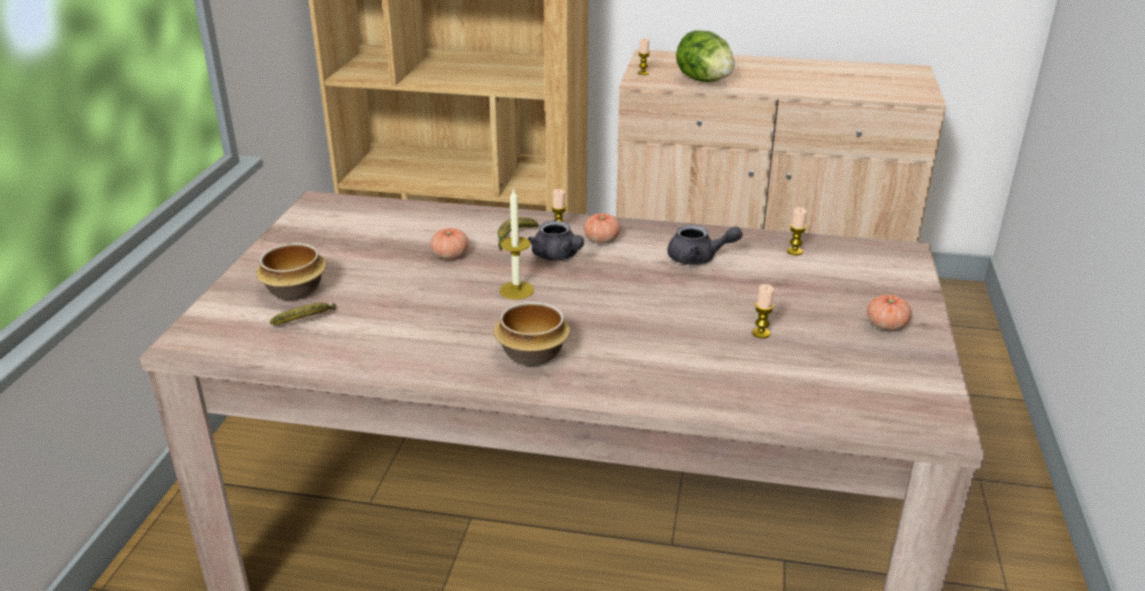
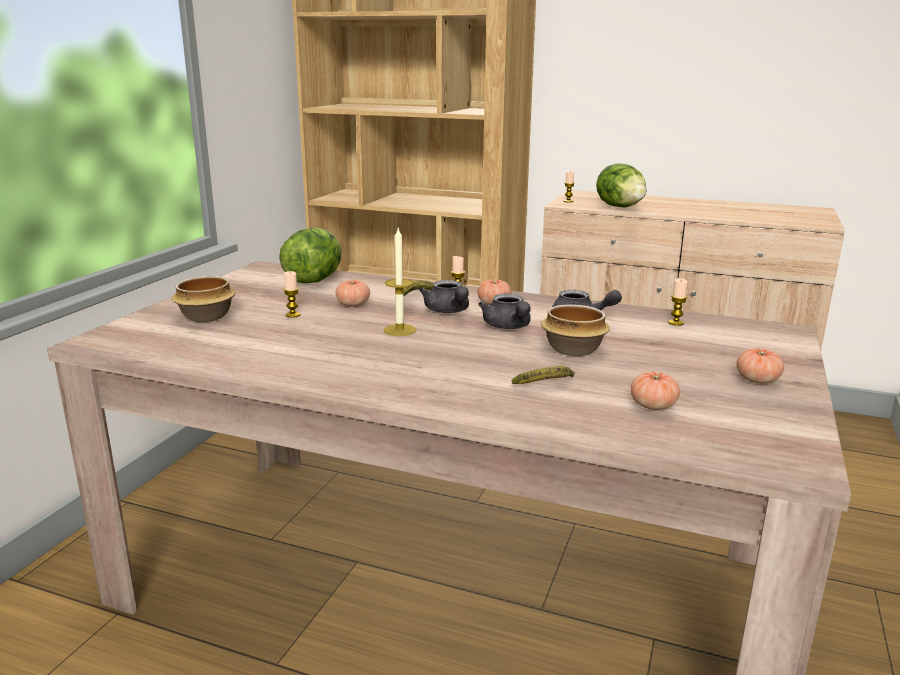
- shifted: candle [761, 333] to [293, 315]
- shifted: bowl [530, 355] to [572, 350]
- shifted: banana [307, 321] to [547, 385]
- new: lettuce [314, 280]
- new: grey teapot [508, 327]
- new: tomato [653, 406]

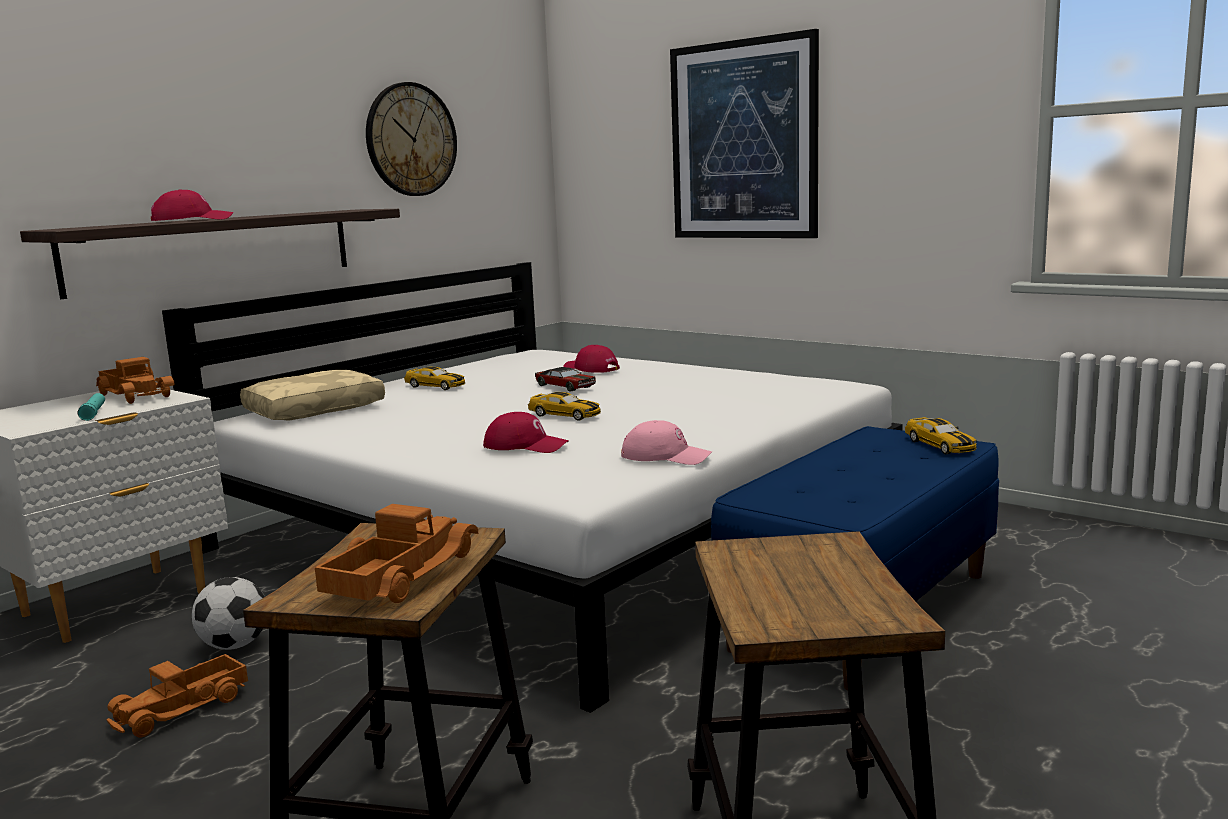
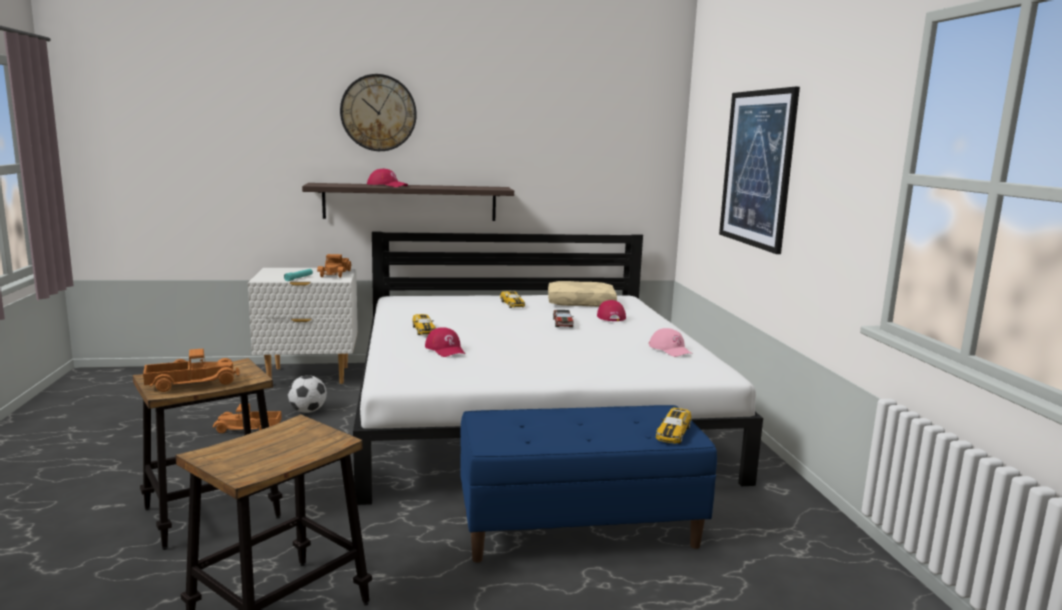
- shifted: wall clock [411, 140] to [378, 113]
- shifted: beige pillow [315, 410] to [581, 302]
- shifted: toy car [565, 415] to [423, 330]
- shifted: pink cap [666, 456] to [670, 349]

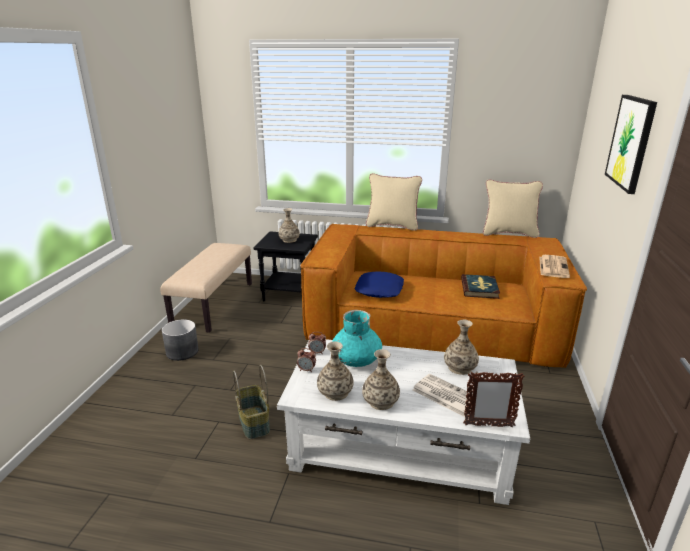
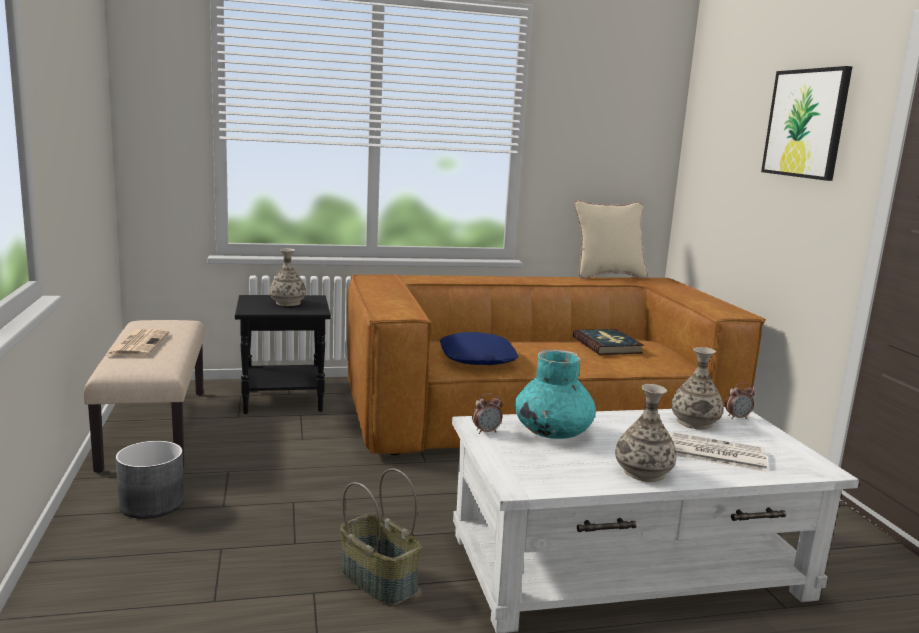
- gone: beige pillow [392, 226]
- shifted: newspaper [553, 266] to [138, 344]
- gone: vase [335, 392]
- shifted: alarm clock [306, 370] to [737, 417]
- gone: picture frame [488, 425]

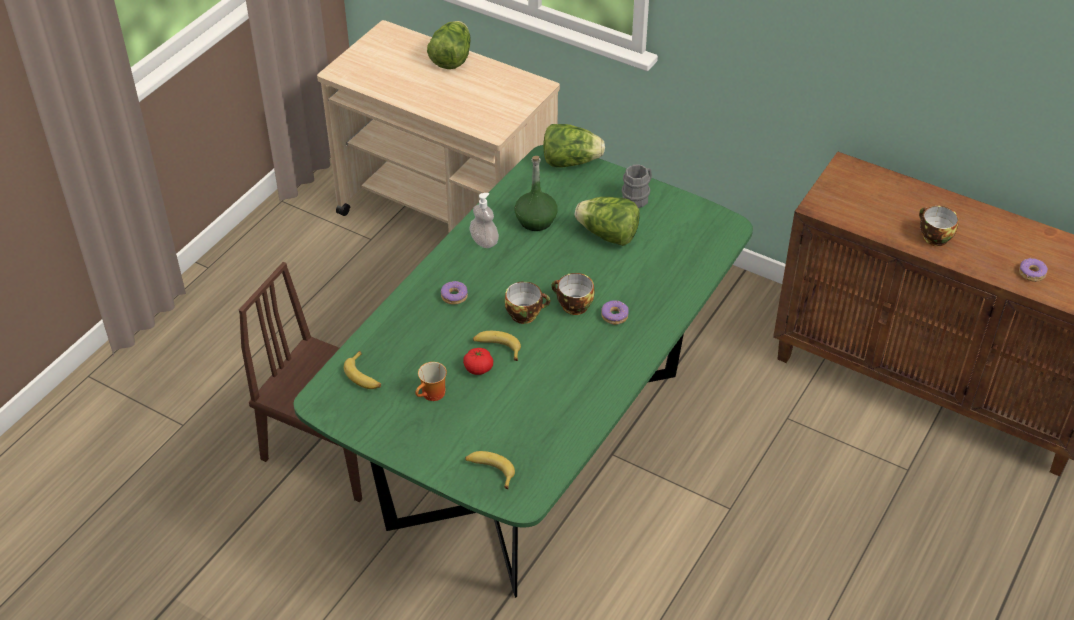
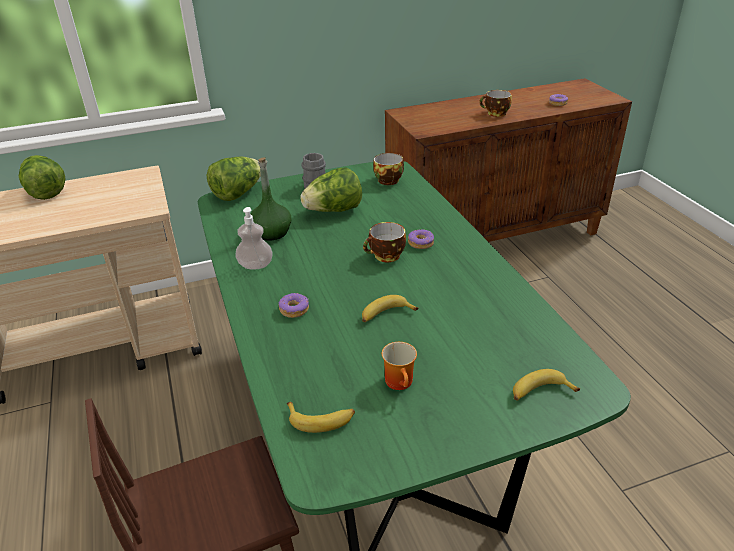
- shifted: cup [525, 313] to [388, 179]
- gone: tomato [478, 368]

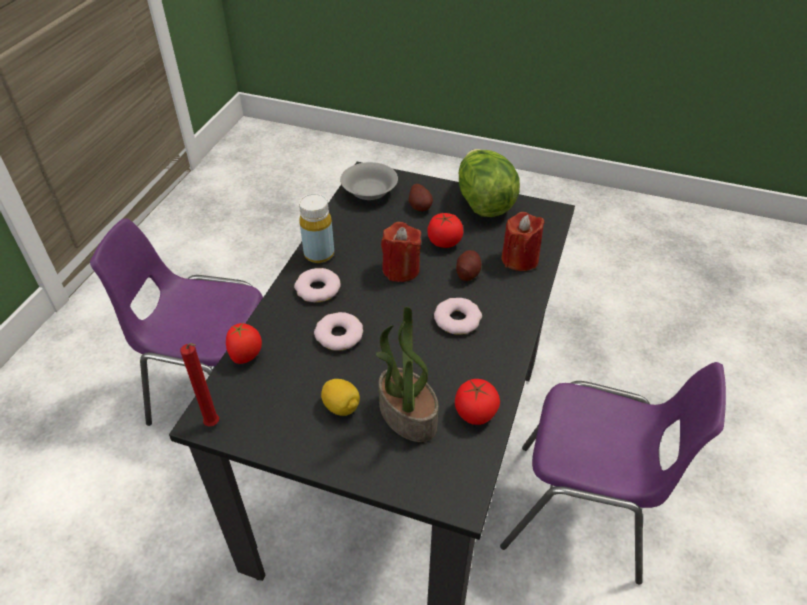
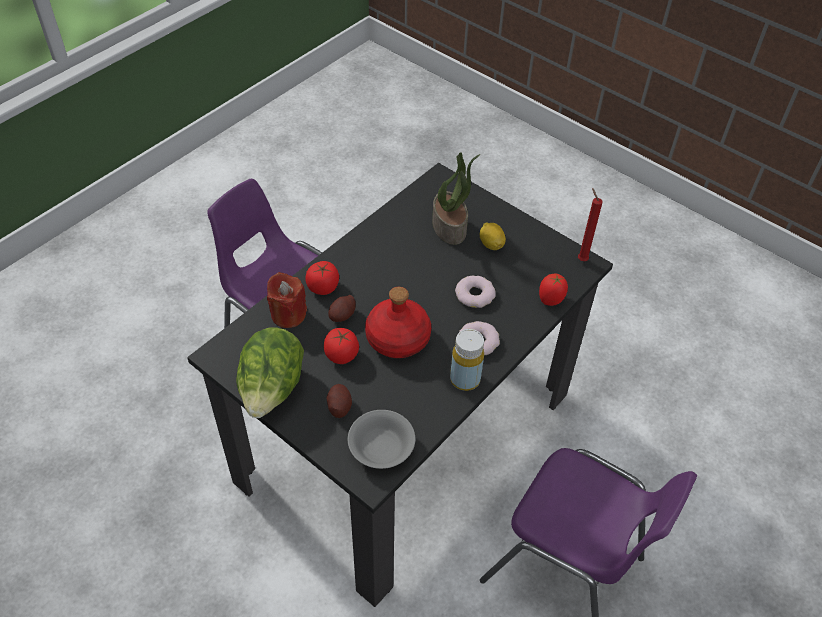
- swapped: red candle [401, 269] to red bottle [397, 338]
- gone: donut [457, 319]
- shifted: tomato [475, 413] to [323, 287]

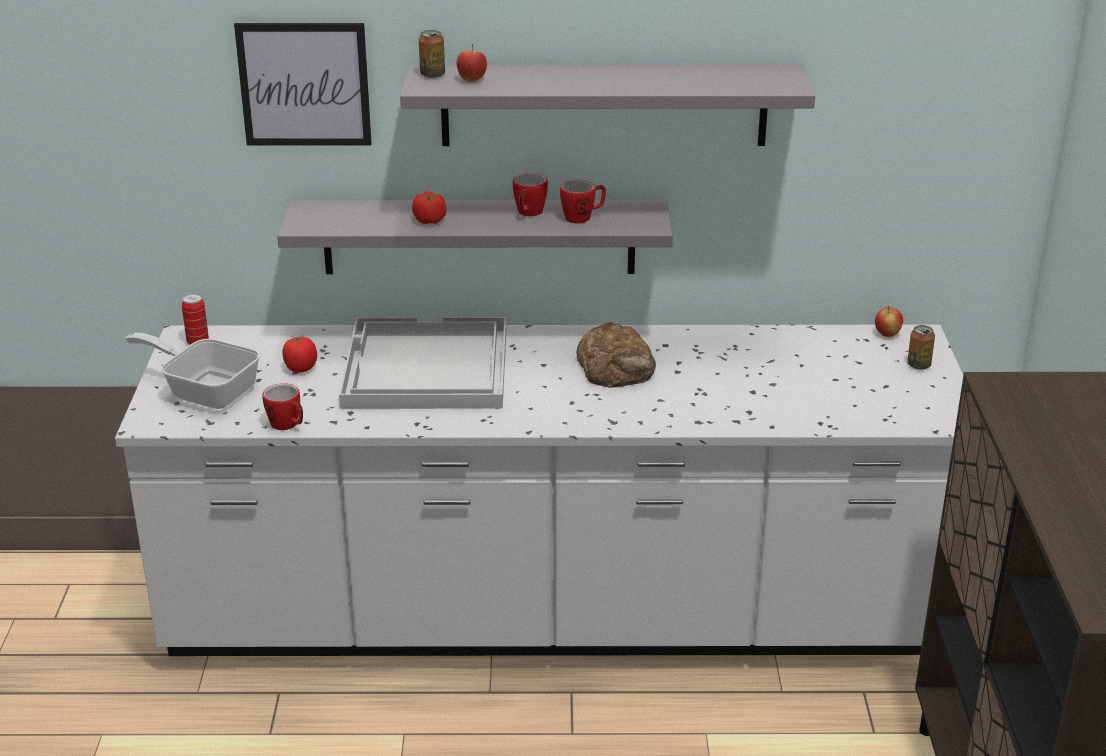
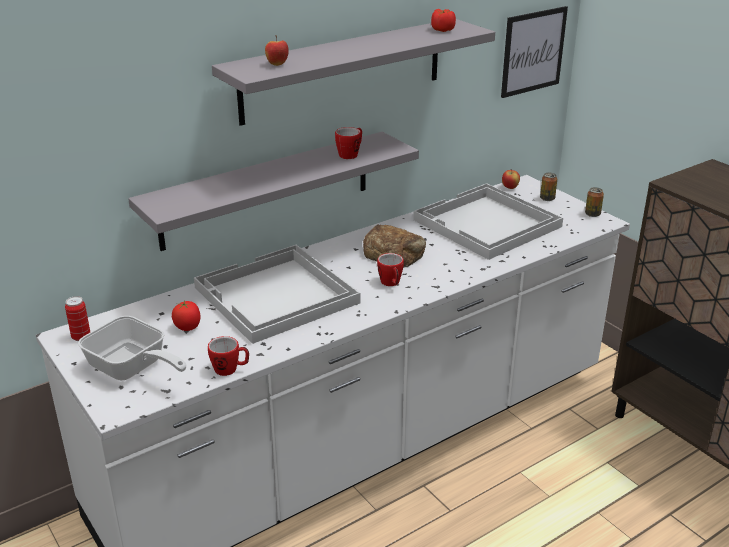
- shifted: picture [304, 84] to [533, 51]
- shifted: can [432, 75] to [592, 214]
- shifted: mug [528, 213] to [391, 284]
- shifted: tomato [429, 220] to [442, 30]
- rotated: frying pan [205, 390] = [132, 369] 135 degrees counterclockwise
- new: white tray [487, 224]

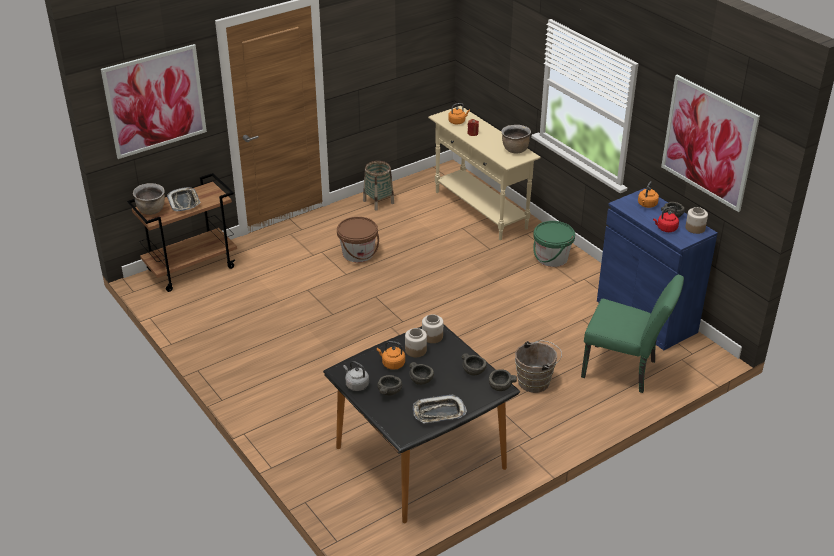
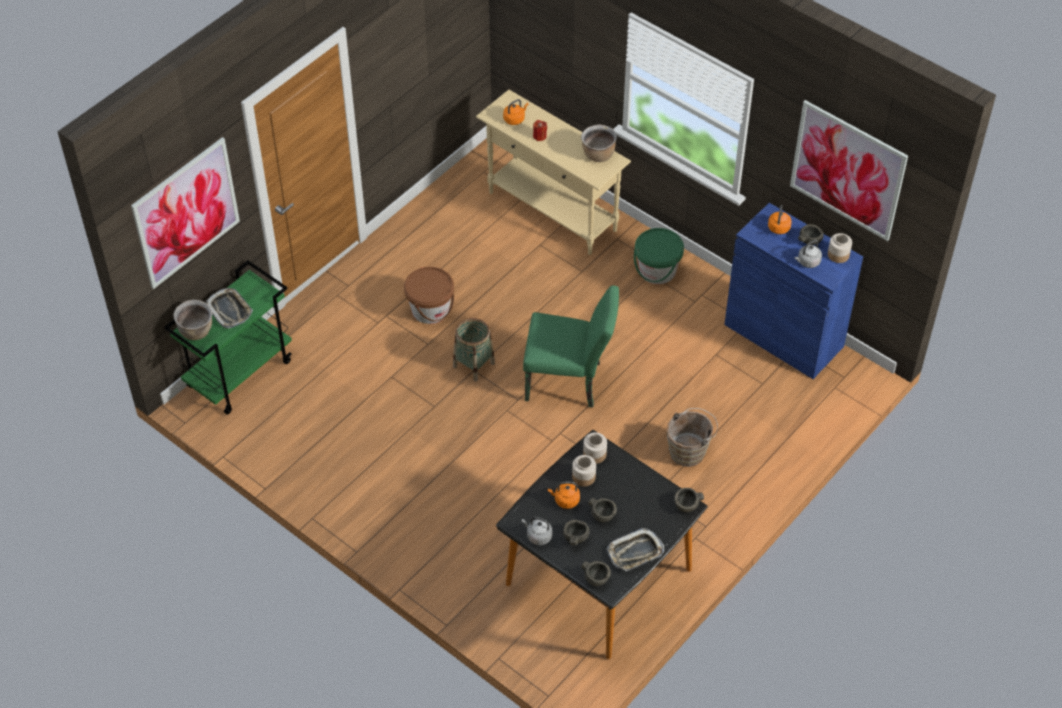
- shifted: basket [378, 202] to [473, 365]
- repainted: brown cart [192, 268] to green cart [240, 373]
- repainted: red kettle [665, 229] to grey kettle [807, 262]
- shifted: green chair [625, 370] to [569, 382]
- shifted: grey bowl [474, 371] to [597, 578]

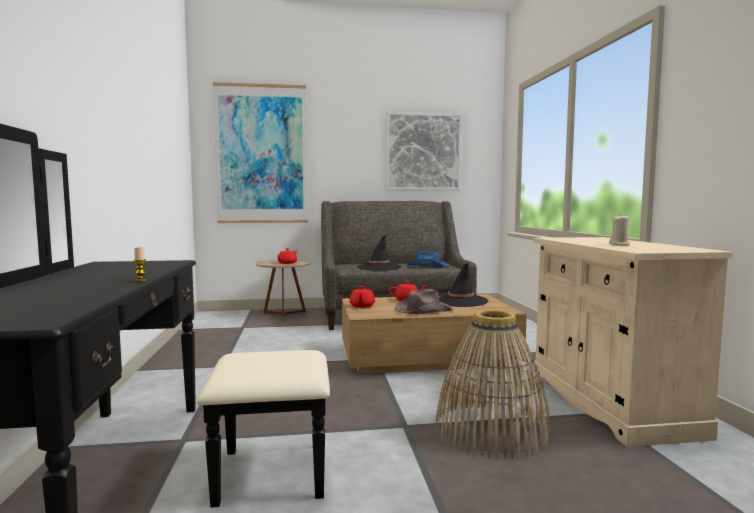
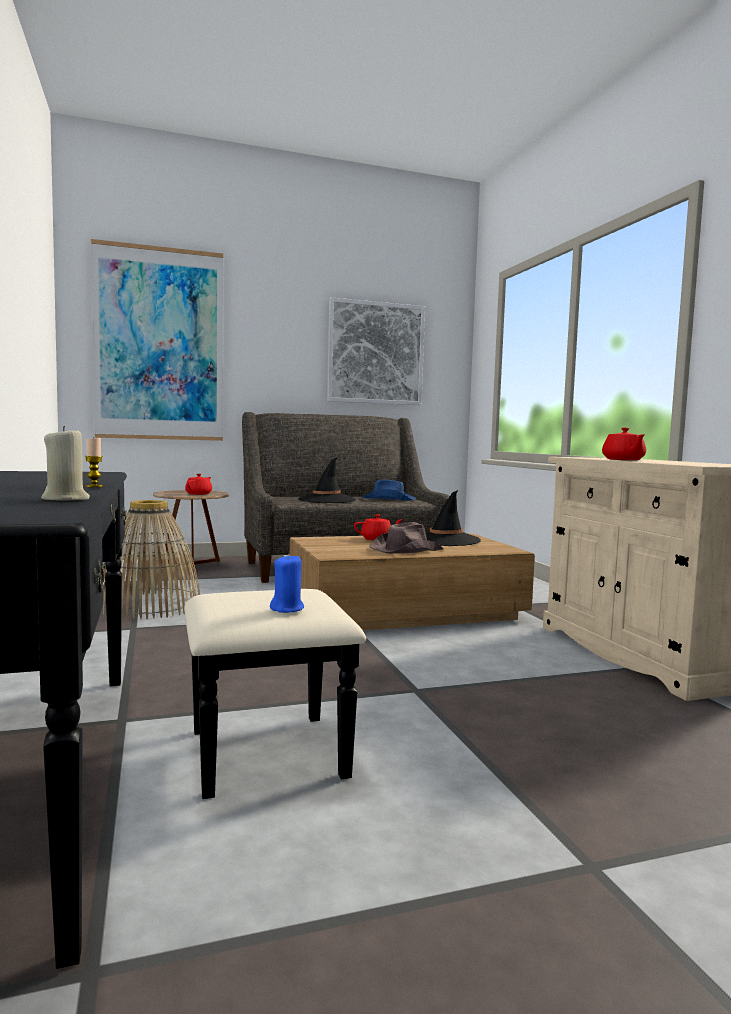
- shifted: beige candle [619, 244] to [66, 499]
- shifted: red teapot [362, 306] to [623, 460]
- shifted: basket [491, 430] to [150, 605]
- new: blue candle [287, 609]

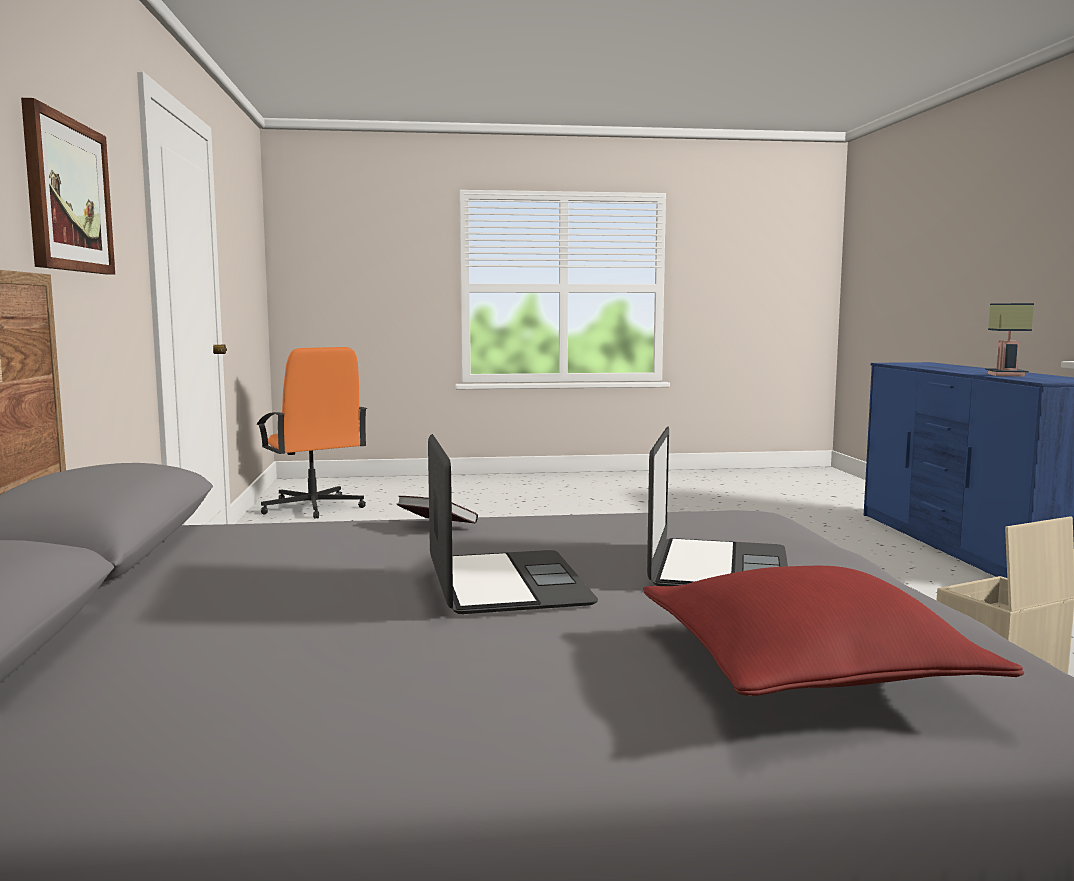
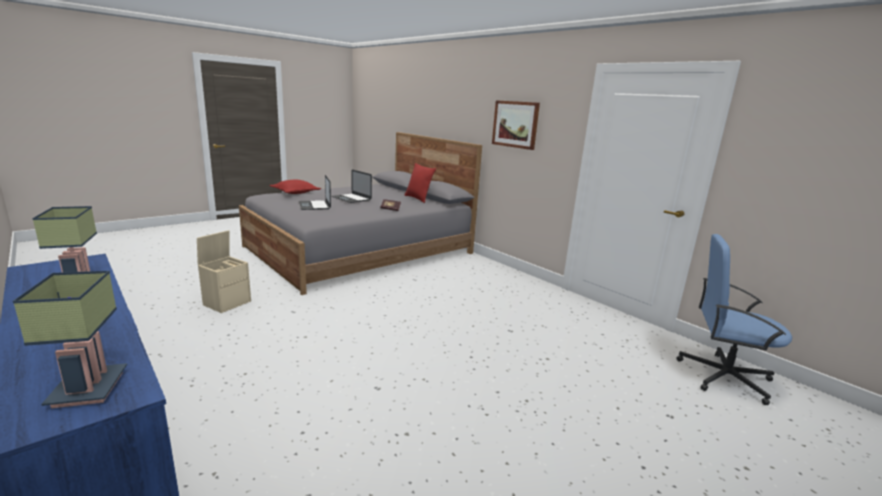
- repainted: orange office chair [313, 508] to blue office chair [723, 376]
- new: red pillow [418, 198]
- new: table lamp [91, 390]

